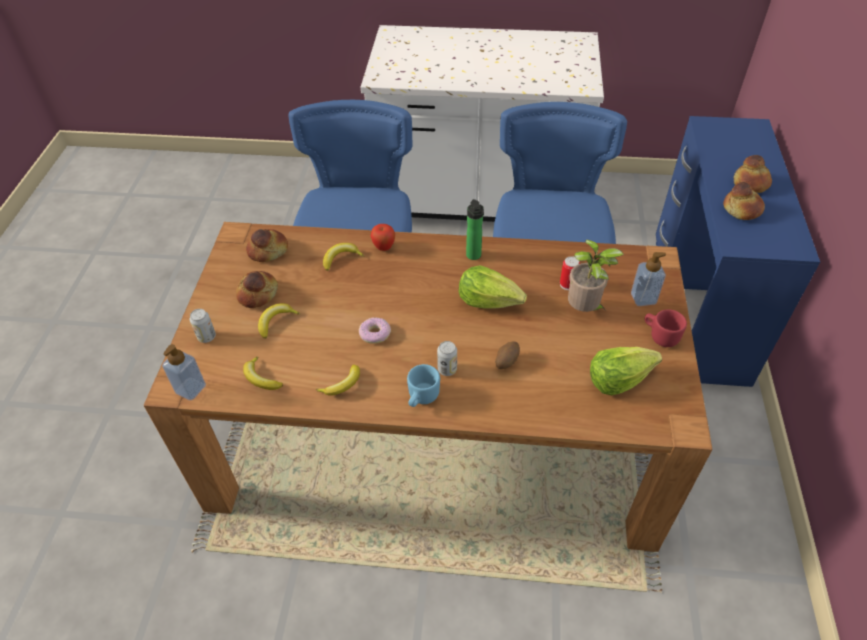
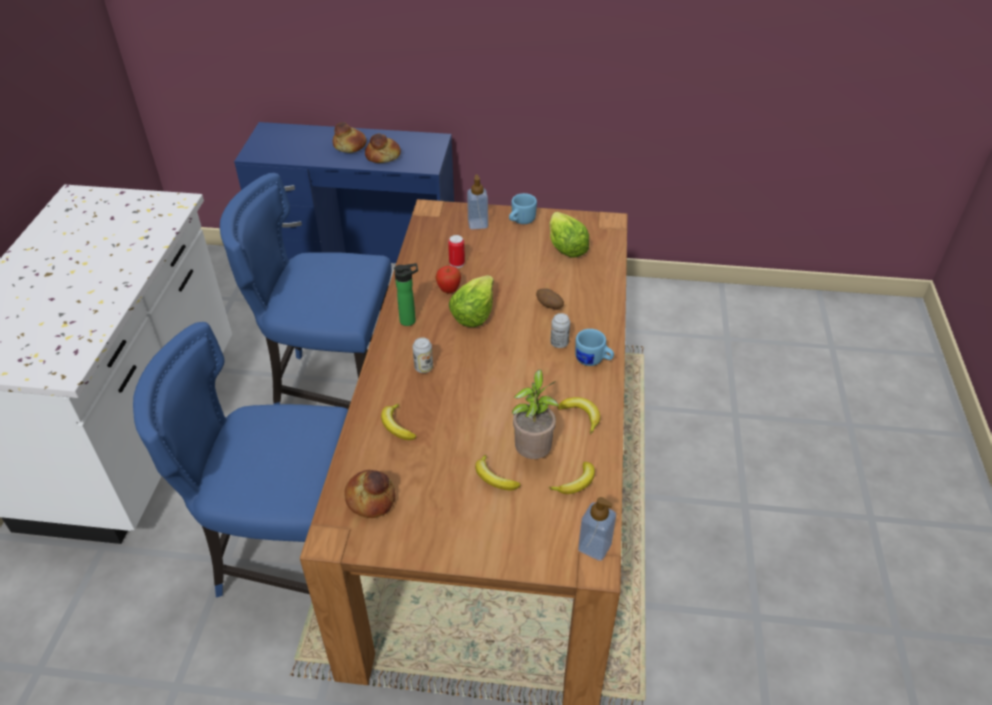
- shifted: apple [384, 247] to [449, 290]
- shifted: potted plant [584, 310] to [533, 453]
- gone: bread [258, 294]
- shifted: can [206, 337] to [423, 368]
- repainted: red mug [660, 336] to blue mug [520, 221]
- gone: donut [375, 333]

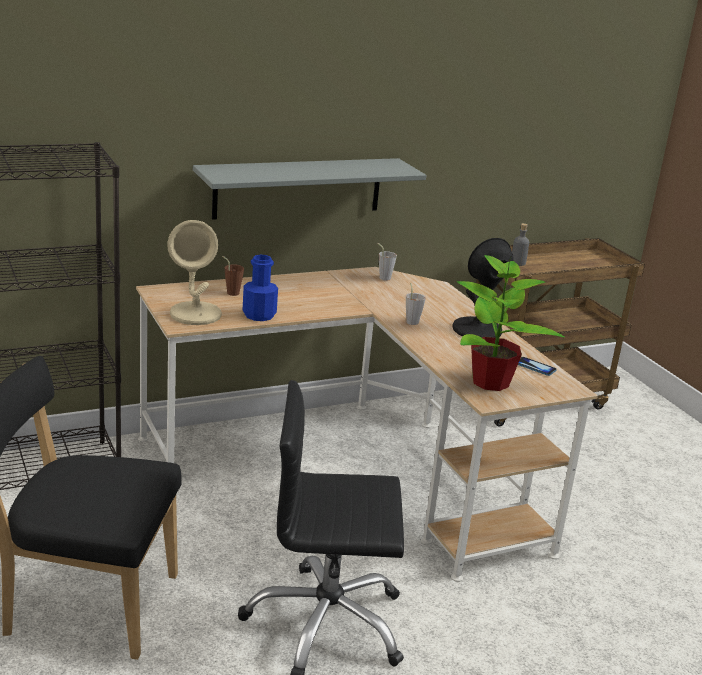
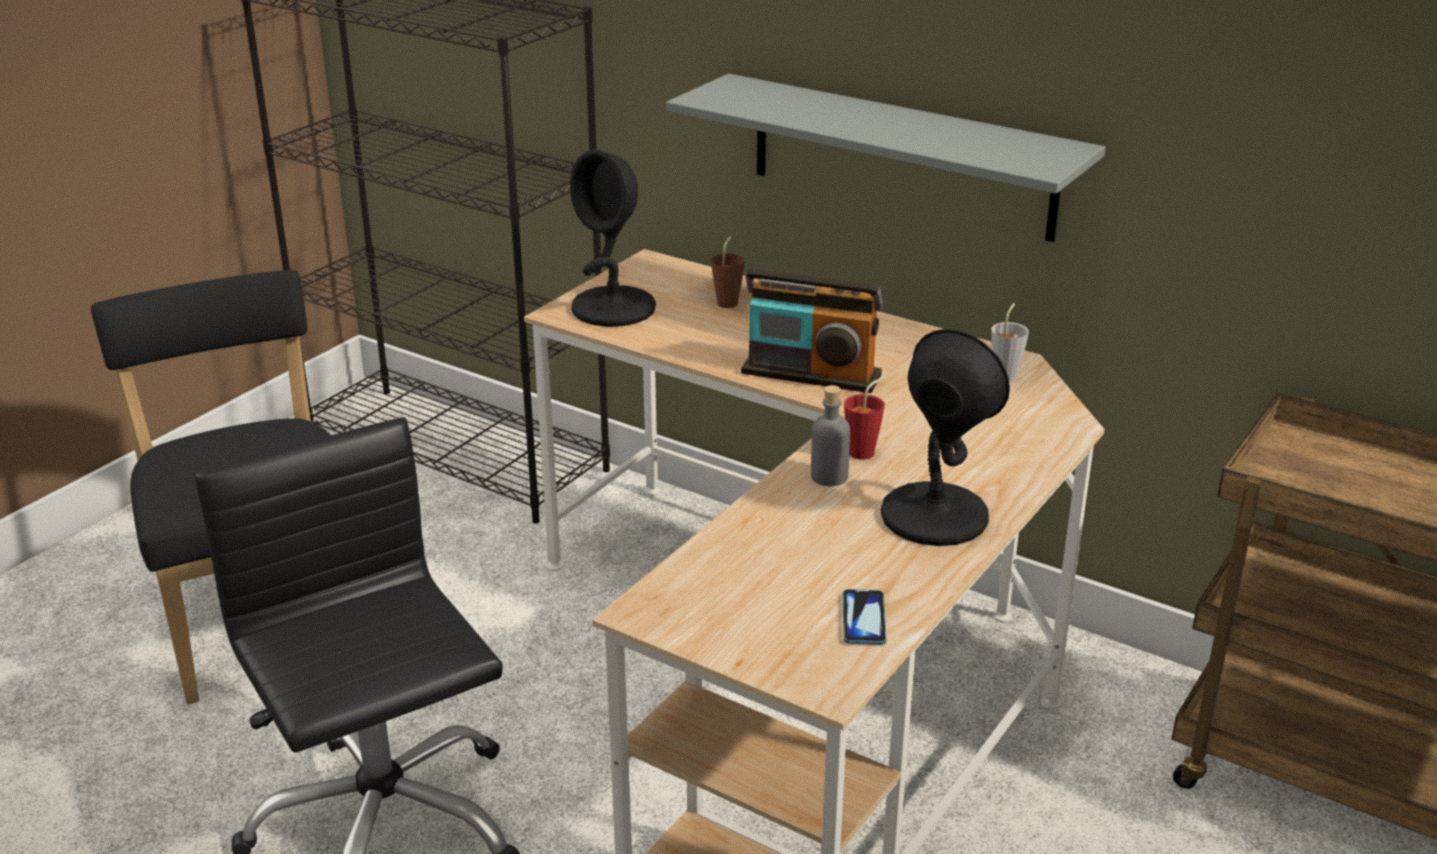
- repainted: beige table lamp [196, 314] to black table lamp [614, 308]
- shifted: grey bottle [518, 263] to [829, 476]
- gone: blue bottle [259, 315]
- gone: potted plant [491, 382]
- repainted: grey cup [412, 321] to red cup [866, 451]
- new: radio [811, 374]

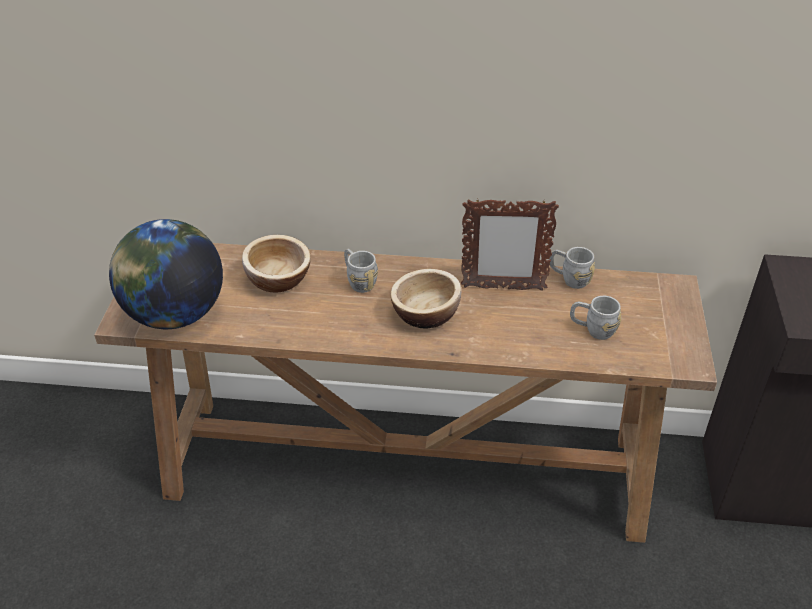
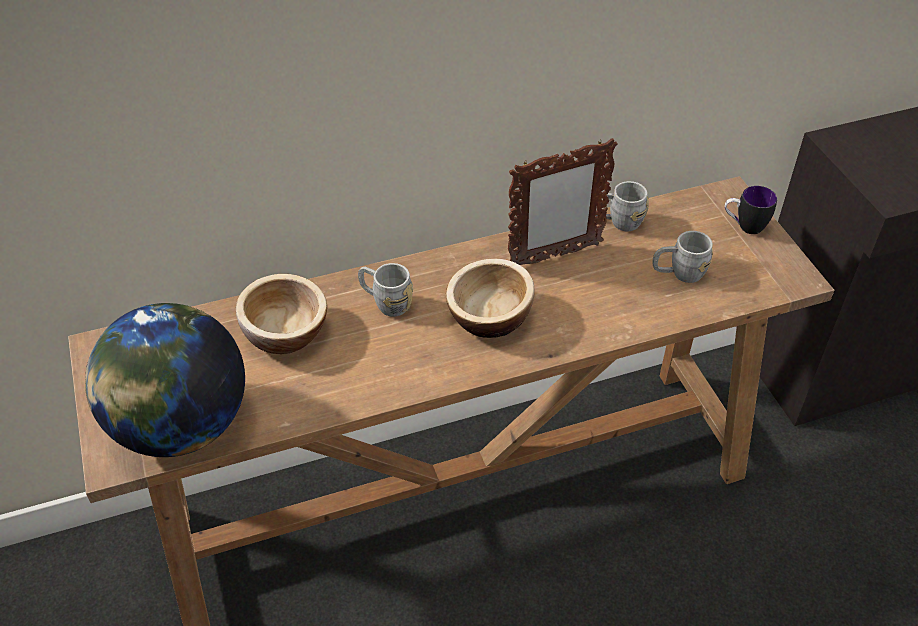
- new: mug [744, 227]

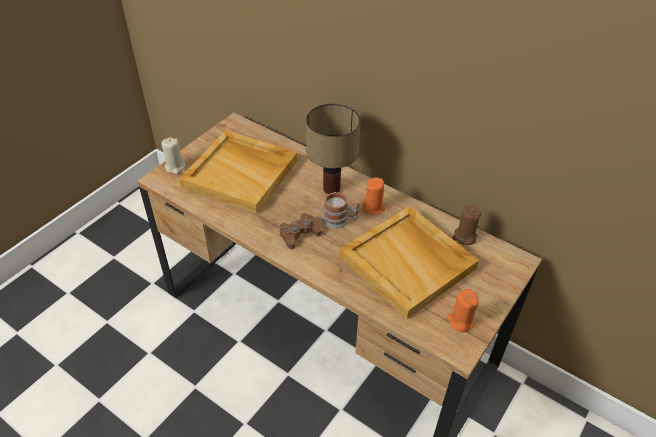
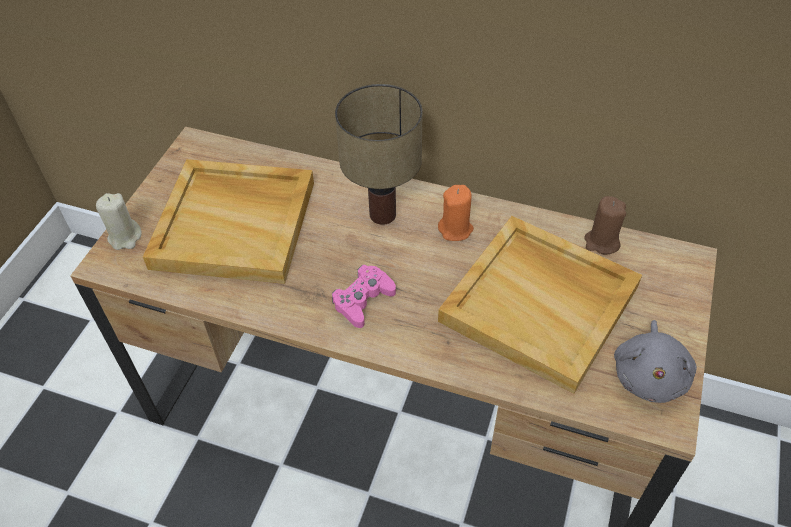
- gone: mug [340, 220]
- repainted: brown game controller [299, 234] to pink game controller [363, 300]
- swapped: orange candle [460, 321] to grey plush toy [649, 375]

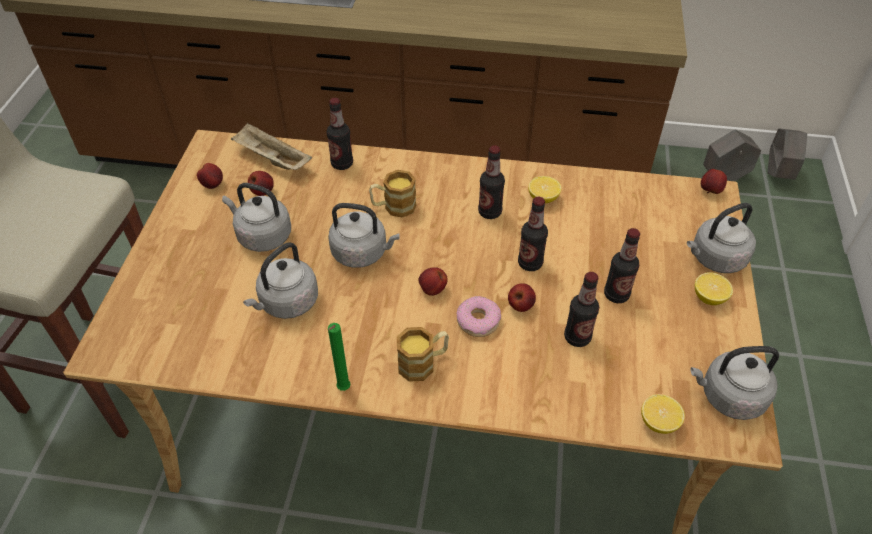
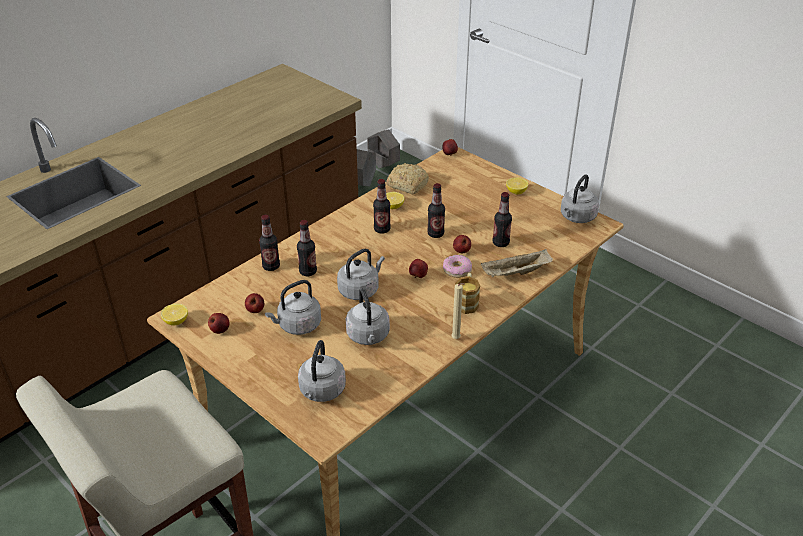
- shifted: beige tray [271, 159] to [515, 273]
- gone: mug [393, 207]
- shifted: grey kettle [715, 259] to [321, 391]
- shifted: bottle [616, 295] to [308, 272]
- repainted: green candle [343, 390] to beige candle [456, 339]
- shifted: lemon [658, 422] to [176, 321]
- new: bread [407, 185]

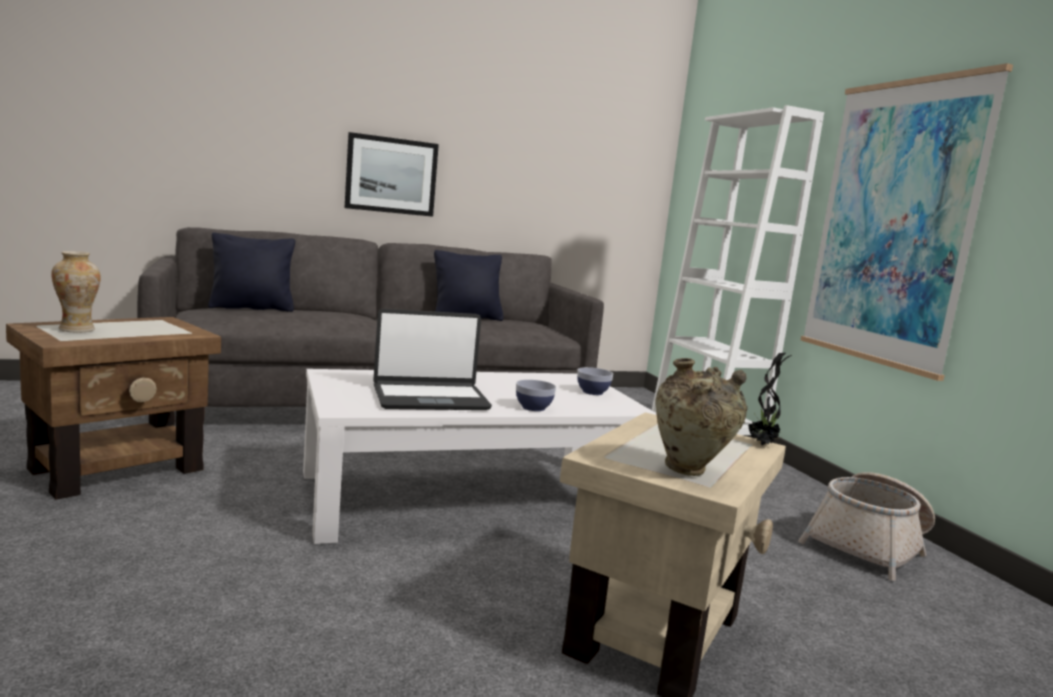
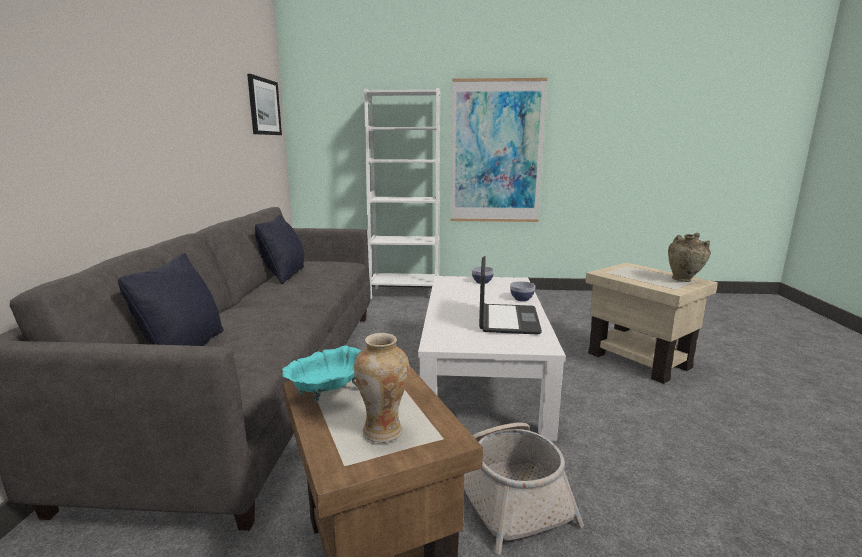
- shifted: picture [391, 175] to [264, 107]
- gone: potted plant [762, 444]
- shifted: basket [868, 546] to [508, 494]
- new: turquoise bowl [328, 392]

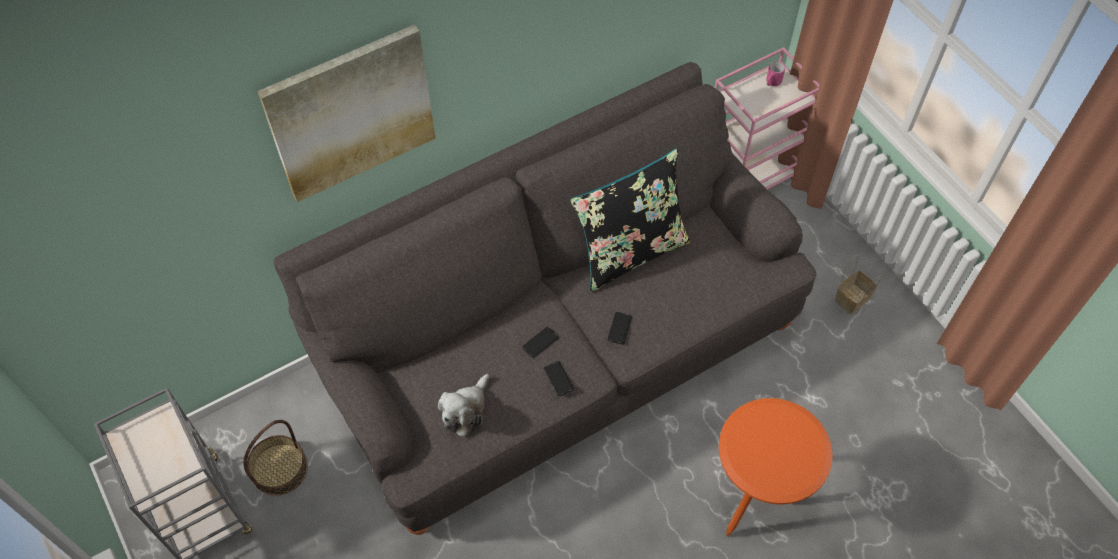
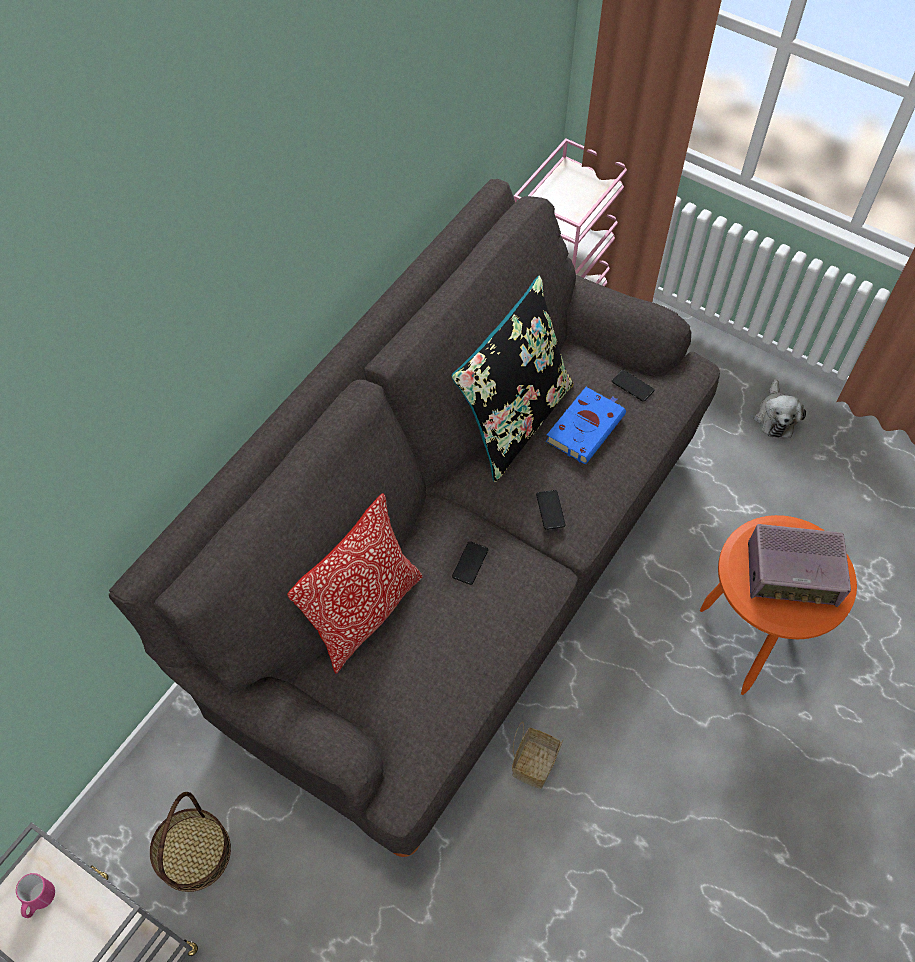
- gone: picture [351, 113]
- shifted: pink mug [772, 83] to [39, 900]
- shifted: basket [852, 298] to [534, 762]
- shifted: phone [558, 379] to [632, 386]
- shifted: plush toy [466, 410] to [775, 417]
- new: blue book [586, 426]
- new: pillow [365, 612]
- new: radio [792, 575]

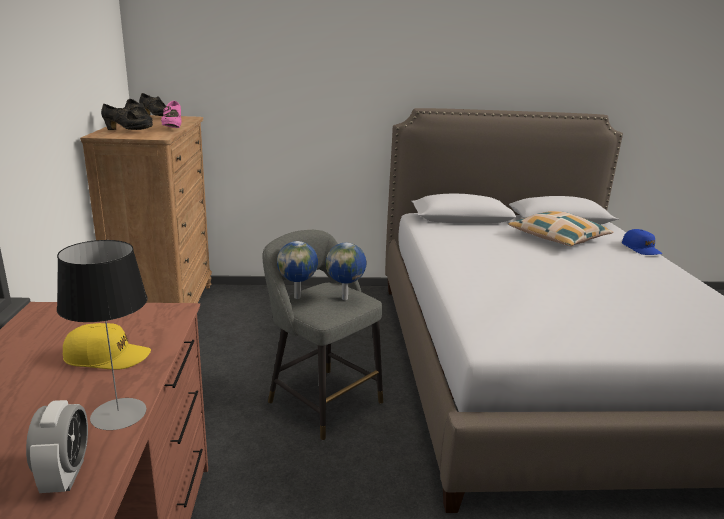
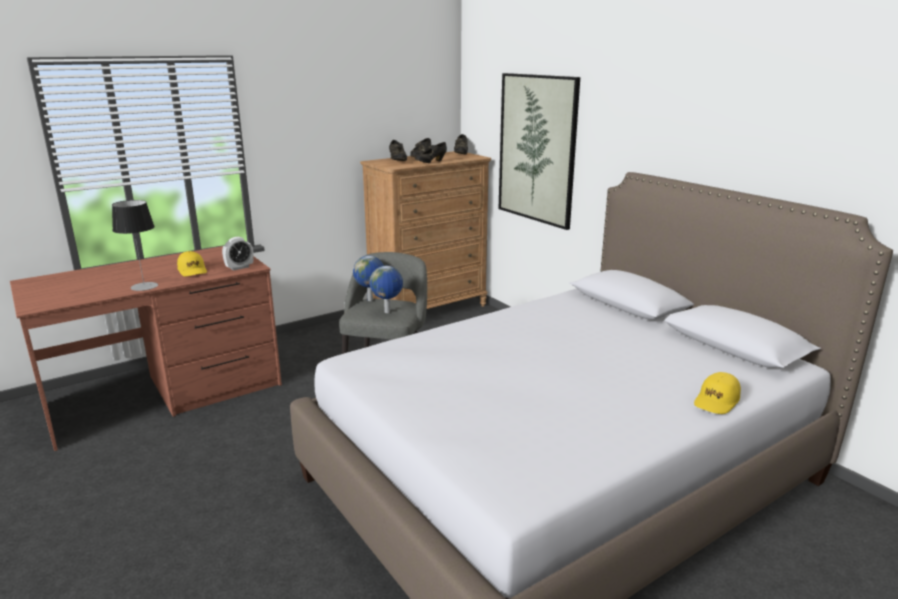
- repainted: pink shoe [173, 128] to black shoe [431, 162]
- gone: pillow [558, 238]
- repainted: blue cap [641, 249] to yellow cap [716, 401]
- shifted: alarm clock [65, 475] to [239, 267]
- new: picture [537, 149]

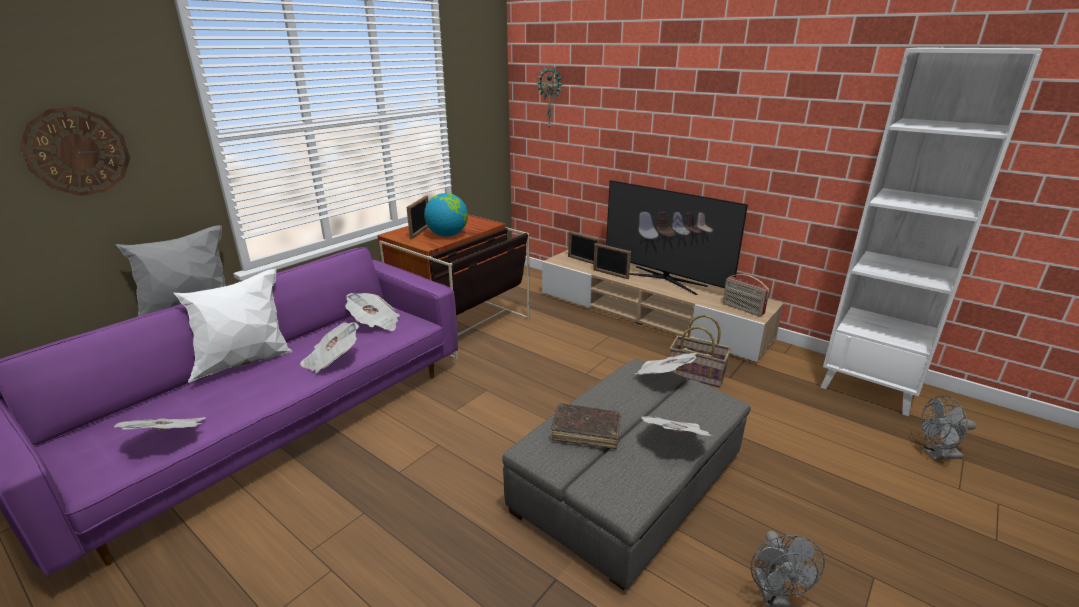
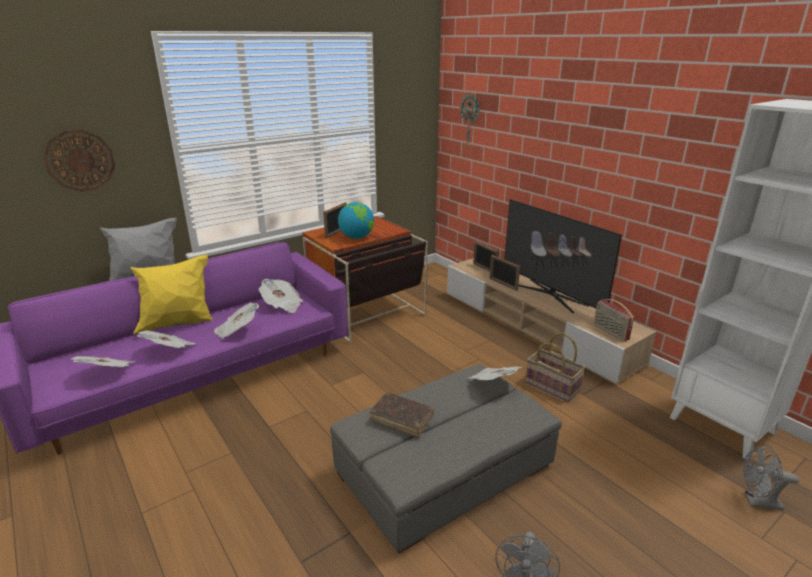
- repainted: white pillow [246, 363] to yellow pillow [178, 324]
- shifted: newspaper [676, 440] to [169, 350]

